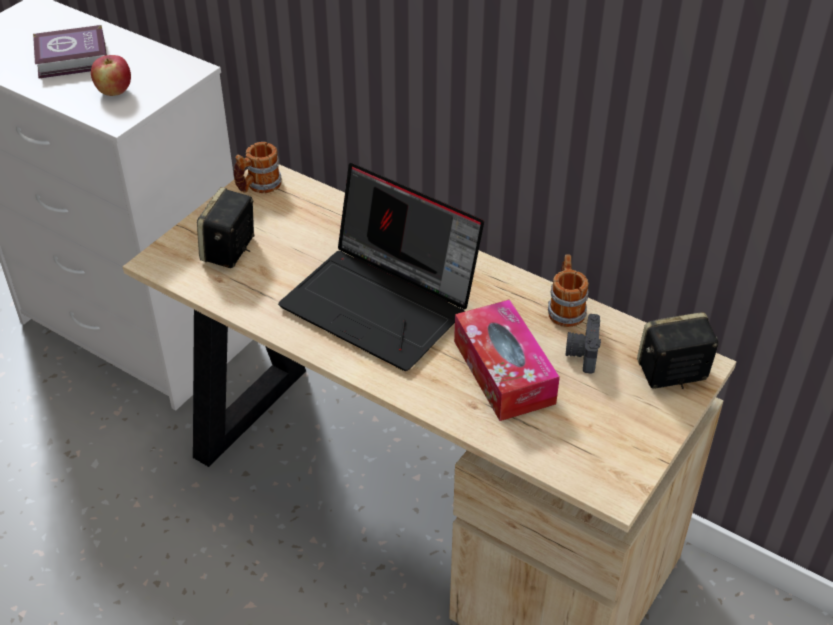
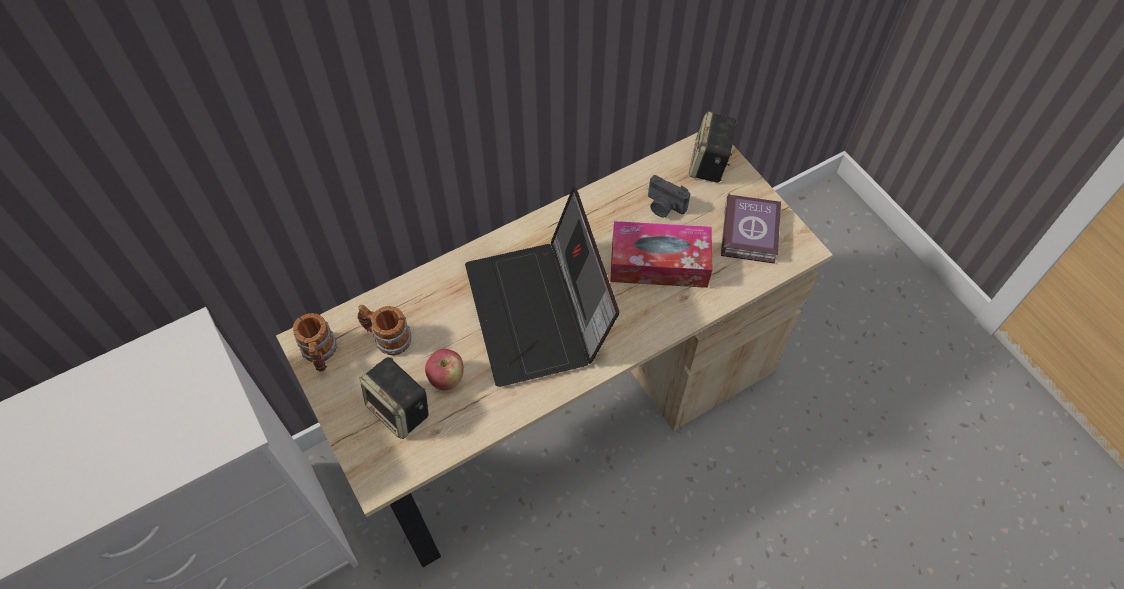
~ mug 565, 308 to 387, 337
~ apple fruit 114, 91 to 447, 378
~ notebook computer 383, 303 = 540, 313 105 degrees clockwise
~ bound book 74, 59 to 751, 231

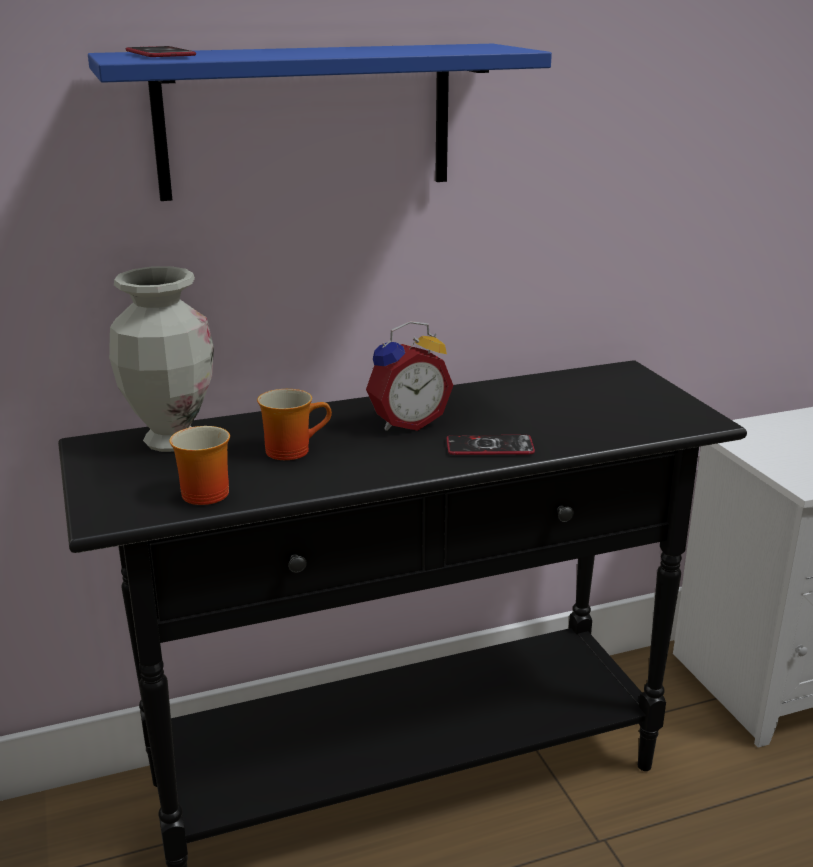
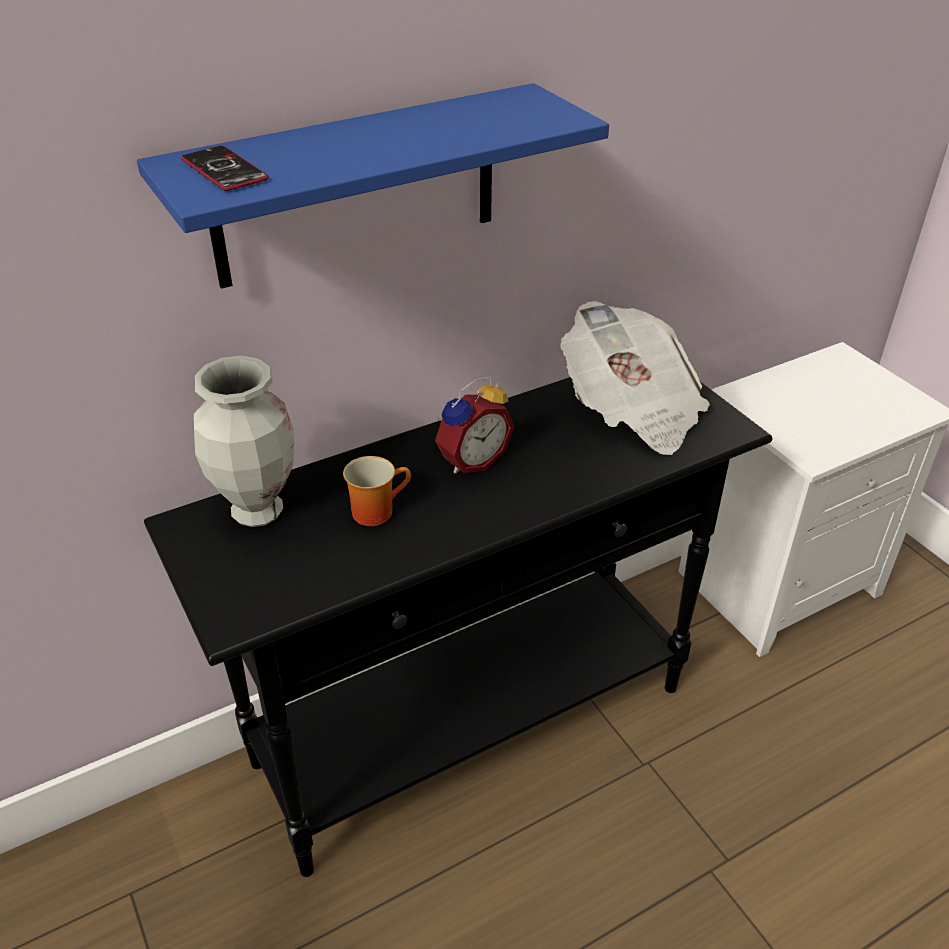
+ newspaper 632, 410
- mug 203, 491
- telephone 489, 447

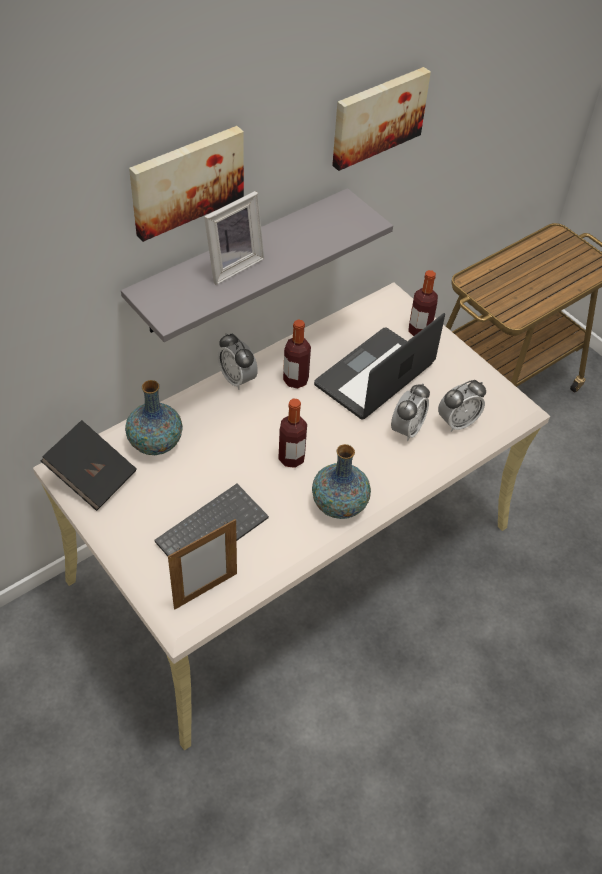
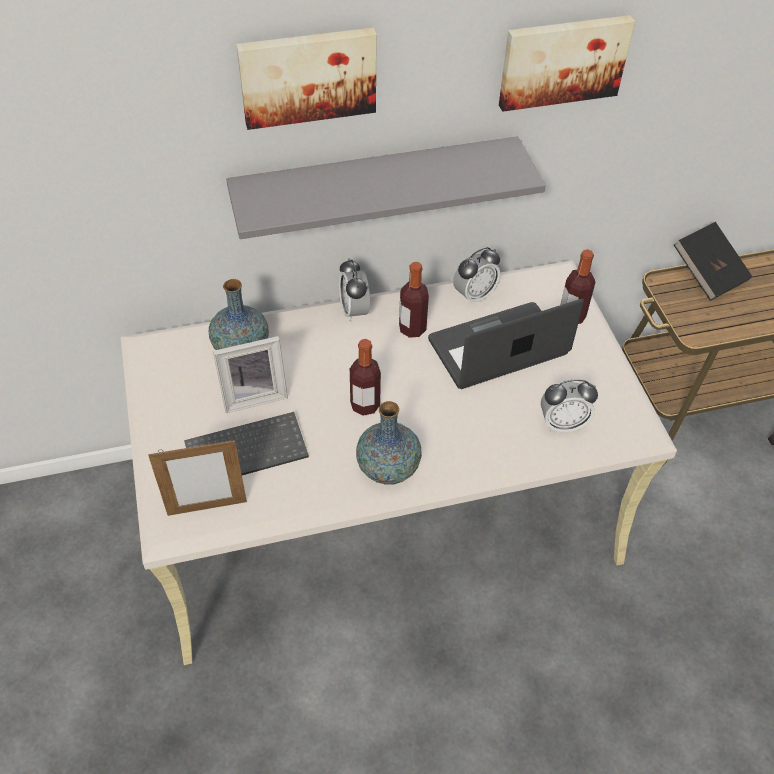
~ photo frame 232, 265 to 254, 395
~ alarm clock 407, 429 to 474, 295
~ bound book/black-coloured 92, 476 to 708, 274

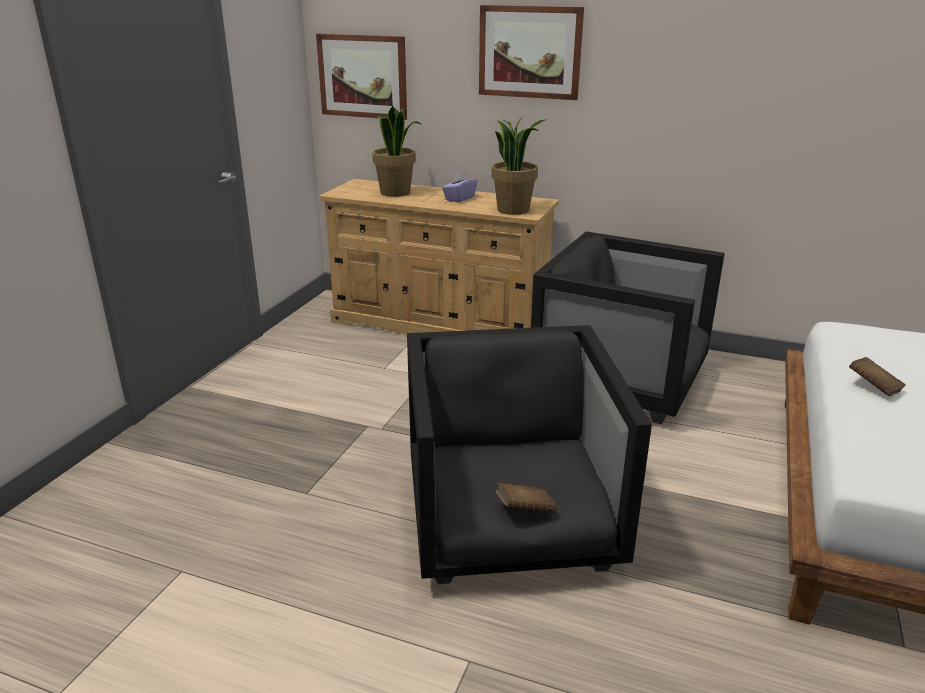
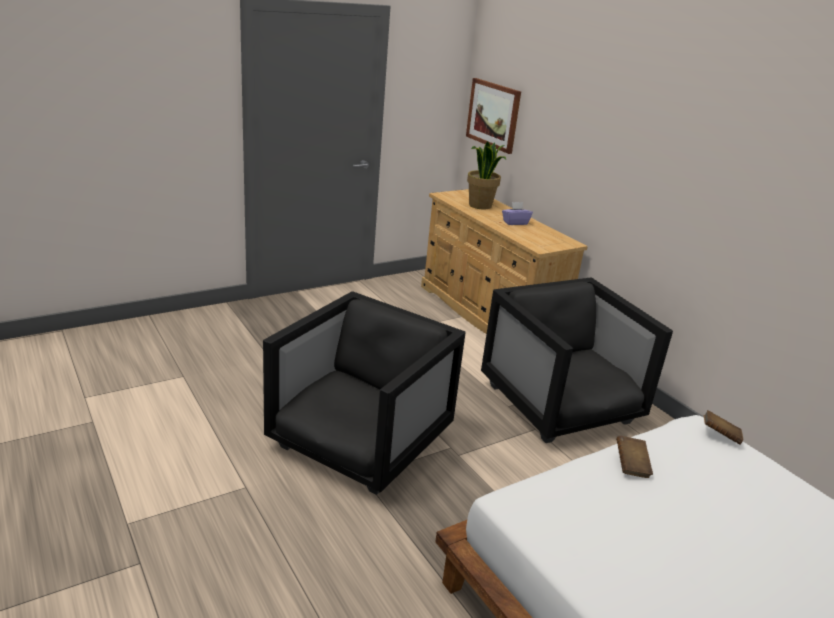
~ bound book/brown 524, 509 to 720, 435
- wall art 530, 52
- plant in a pot 513, 210

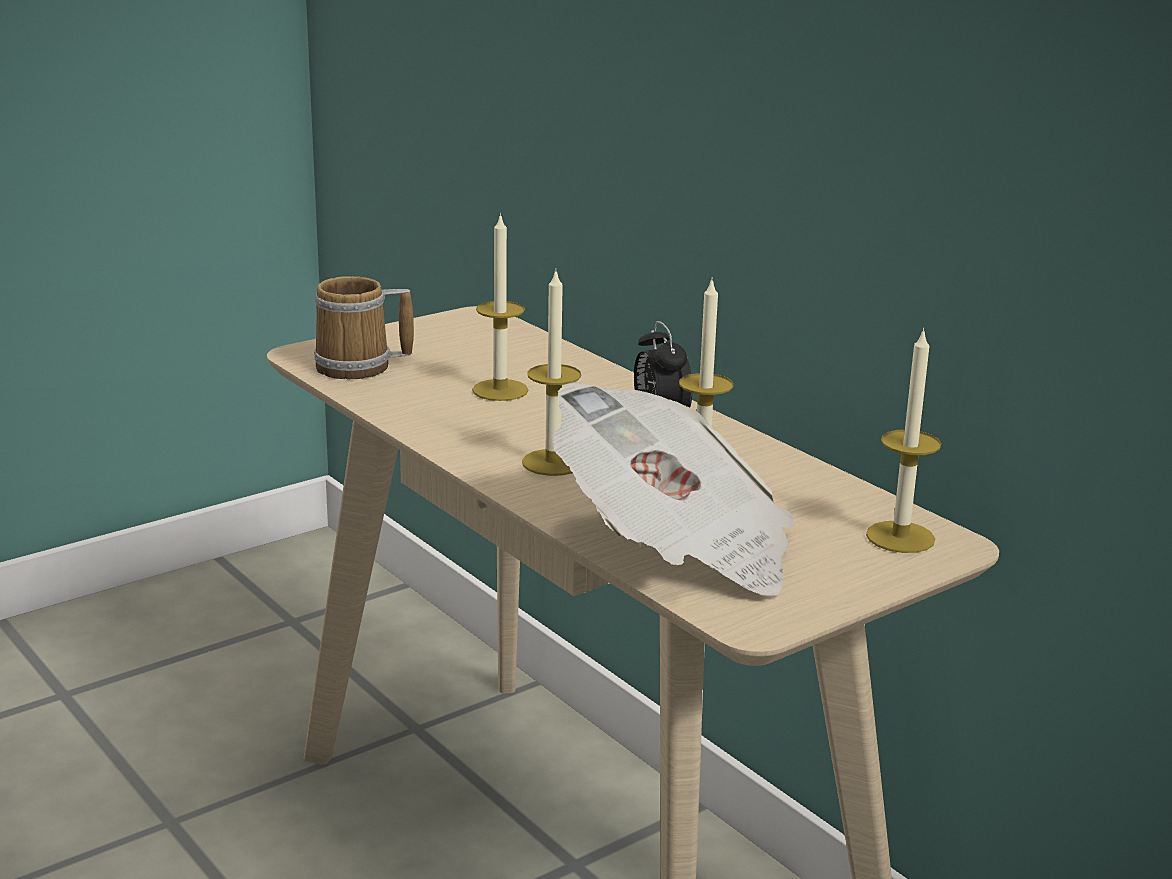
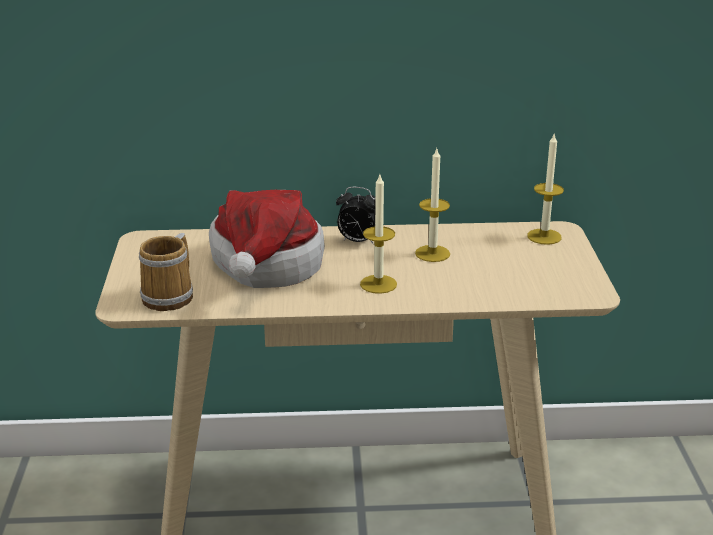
~ wax light 500, 390 to wearable hat 264, 267
- newspaper 676, 548

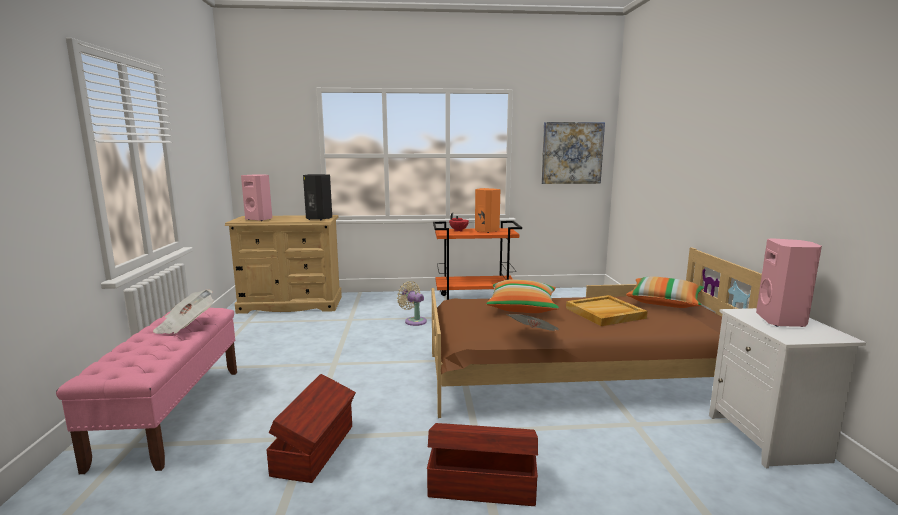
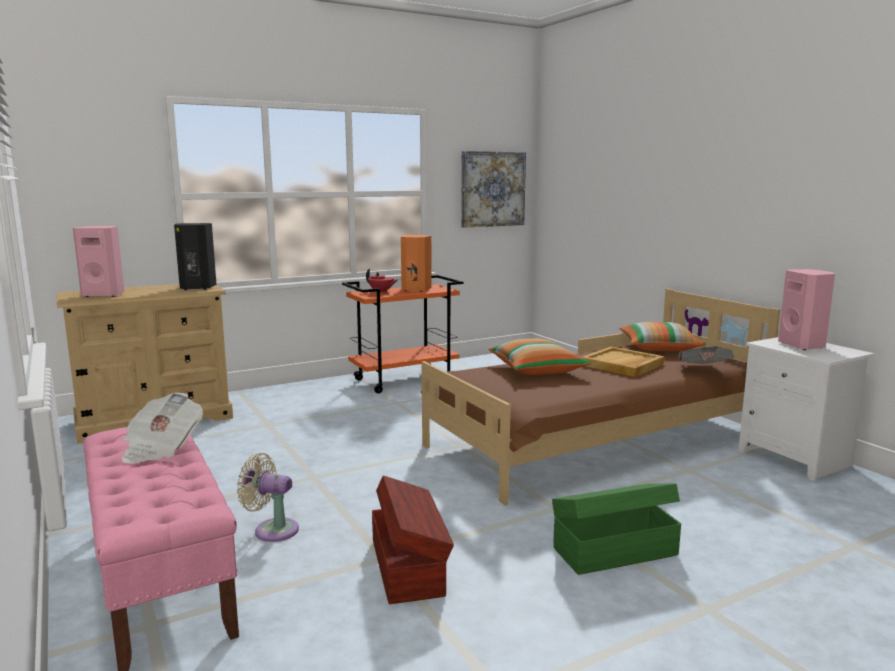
~ cooling fan/sand-coloured 414, 321 to 272, 529
~ storage container/brown 481, 483 to storage container/green-coloured 613, 550
~ newspaper 534, 337 to 703, 370

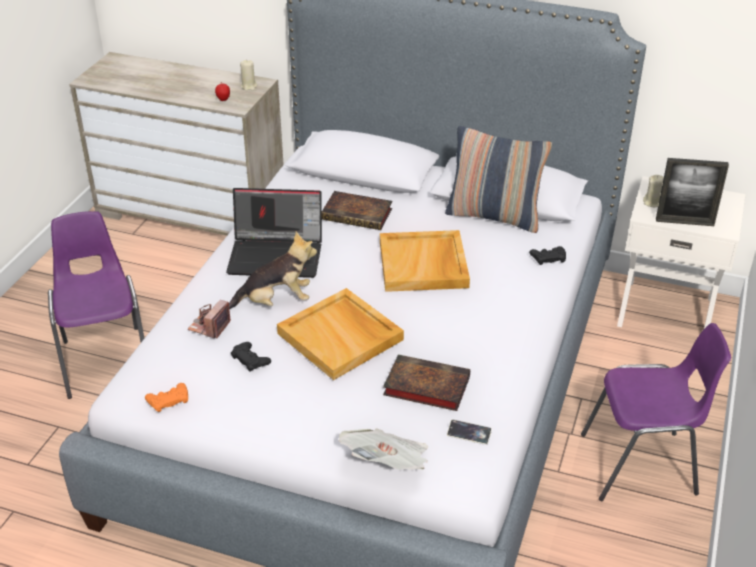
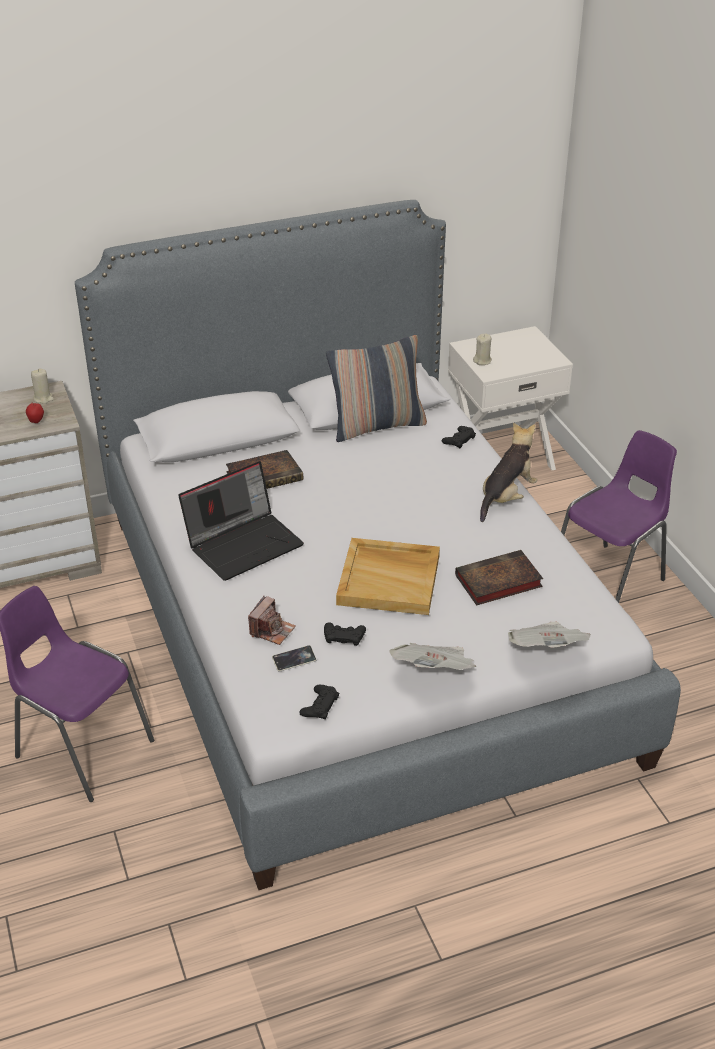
~ still camera 210, 326 = 272, 630 135 degrees counterclockwise
~ telephone 469, 434 to 294, 660
~ gamepad/orangey 168, 400 to gamepad/black-coloured 320, 706
+ newspaper 434, 673
~ plush toy 276, 301 to 506, 497
- serving tray/sand-coloured 424, 265
- photo frame 684, 222

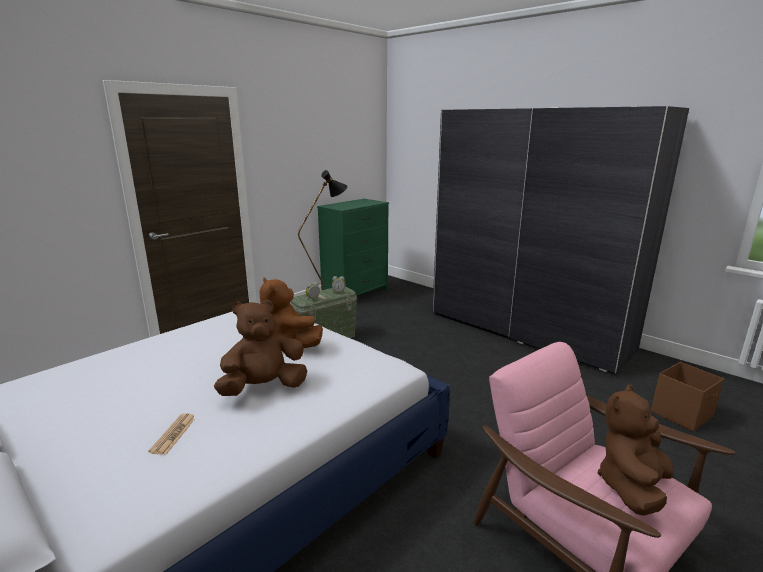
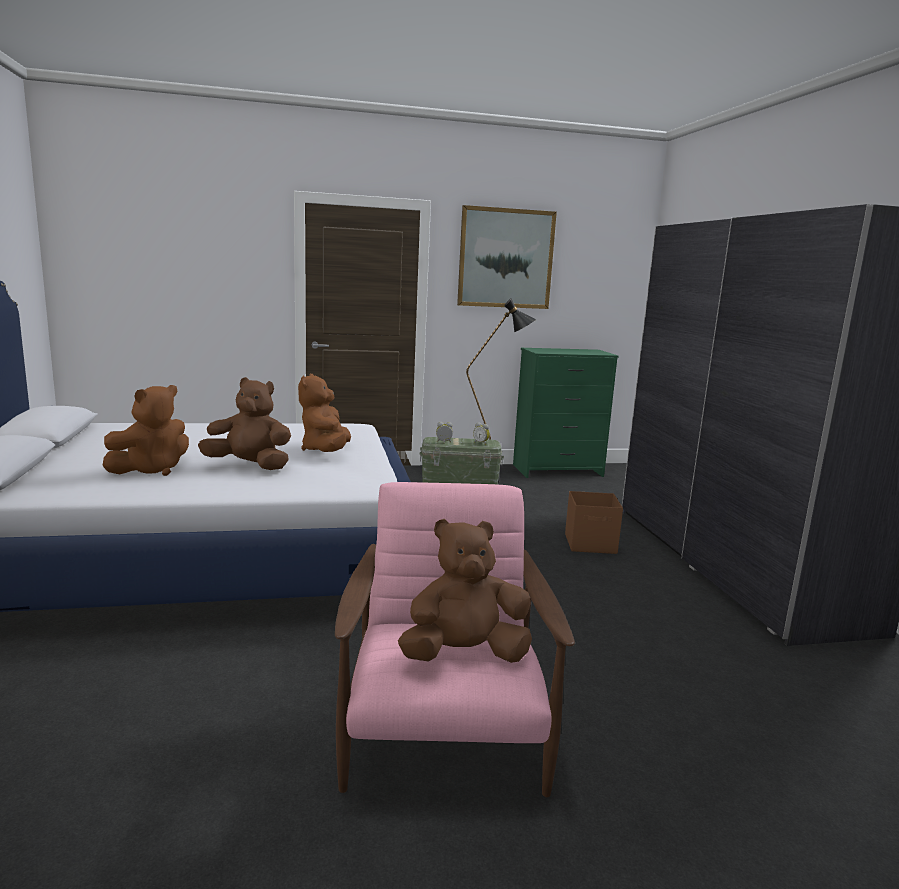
~ newspaper 174, 434 to plush toy/brown 151, 470
+ wall art 506, 258
~ storage container/brown 682, 414 to 591, 544

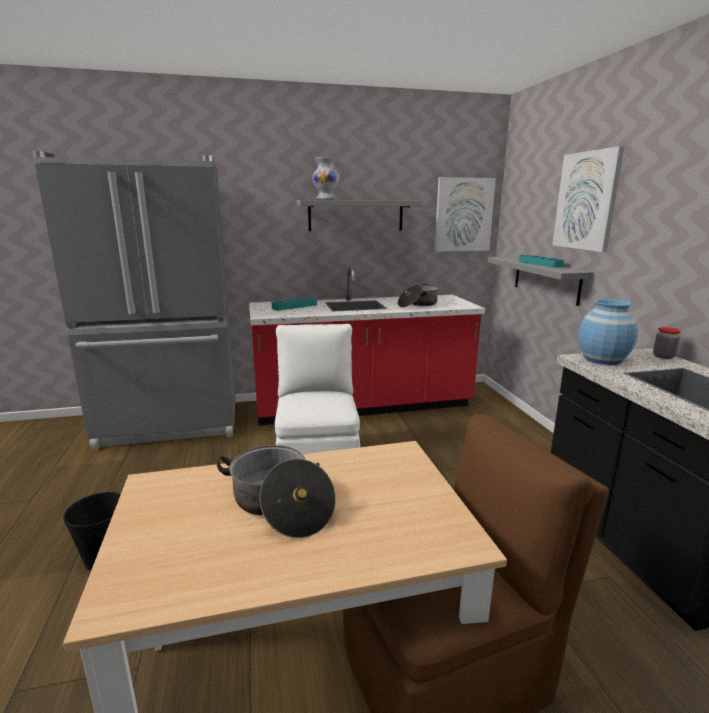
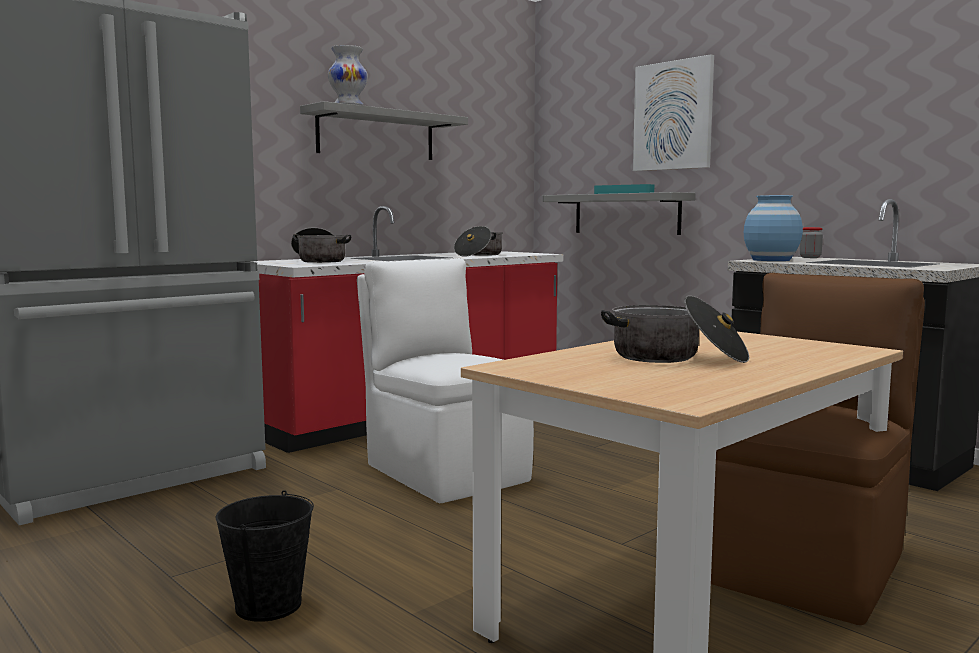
~ serving tray/turquoise-coloured 294, 306 to cooking pot 319, 260
- wall art 463, 215

